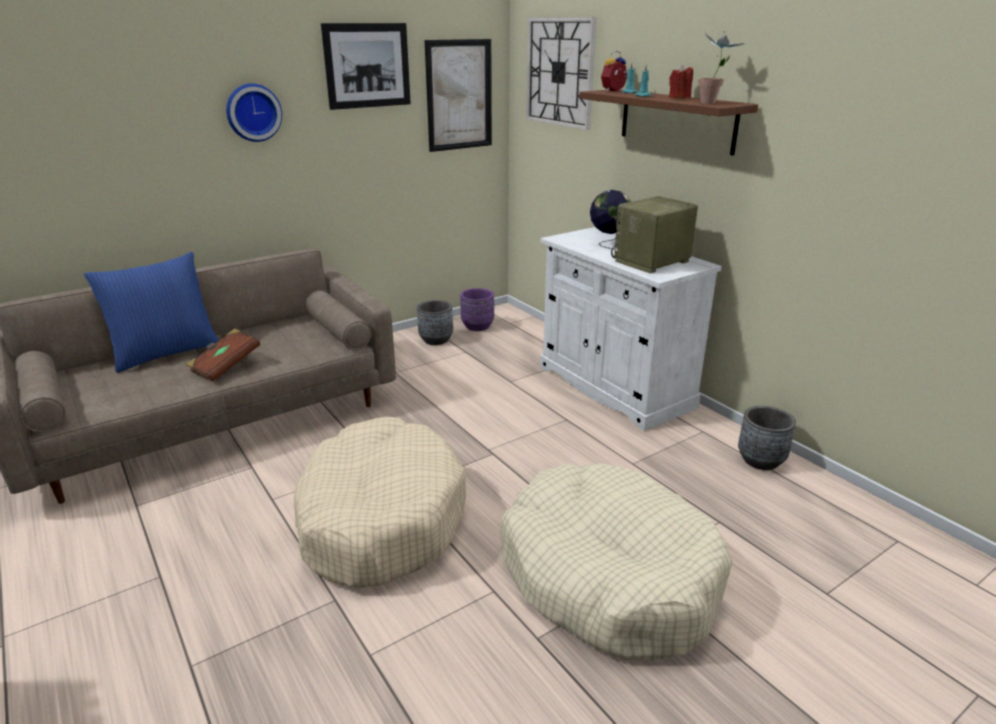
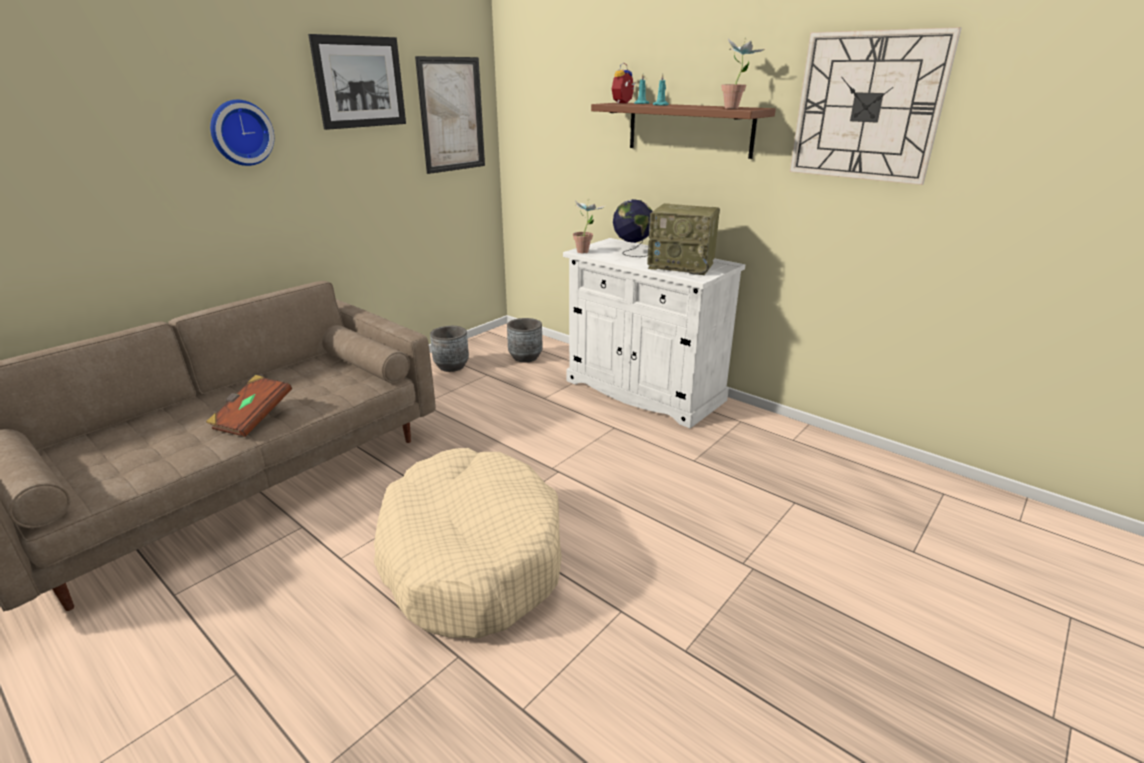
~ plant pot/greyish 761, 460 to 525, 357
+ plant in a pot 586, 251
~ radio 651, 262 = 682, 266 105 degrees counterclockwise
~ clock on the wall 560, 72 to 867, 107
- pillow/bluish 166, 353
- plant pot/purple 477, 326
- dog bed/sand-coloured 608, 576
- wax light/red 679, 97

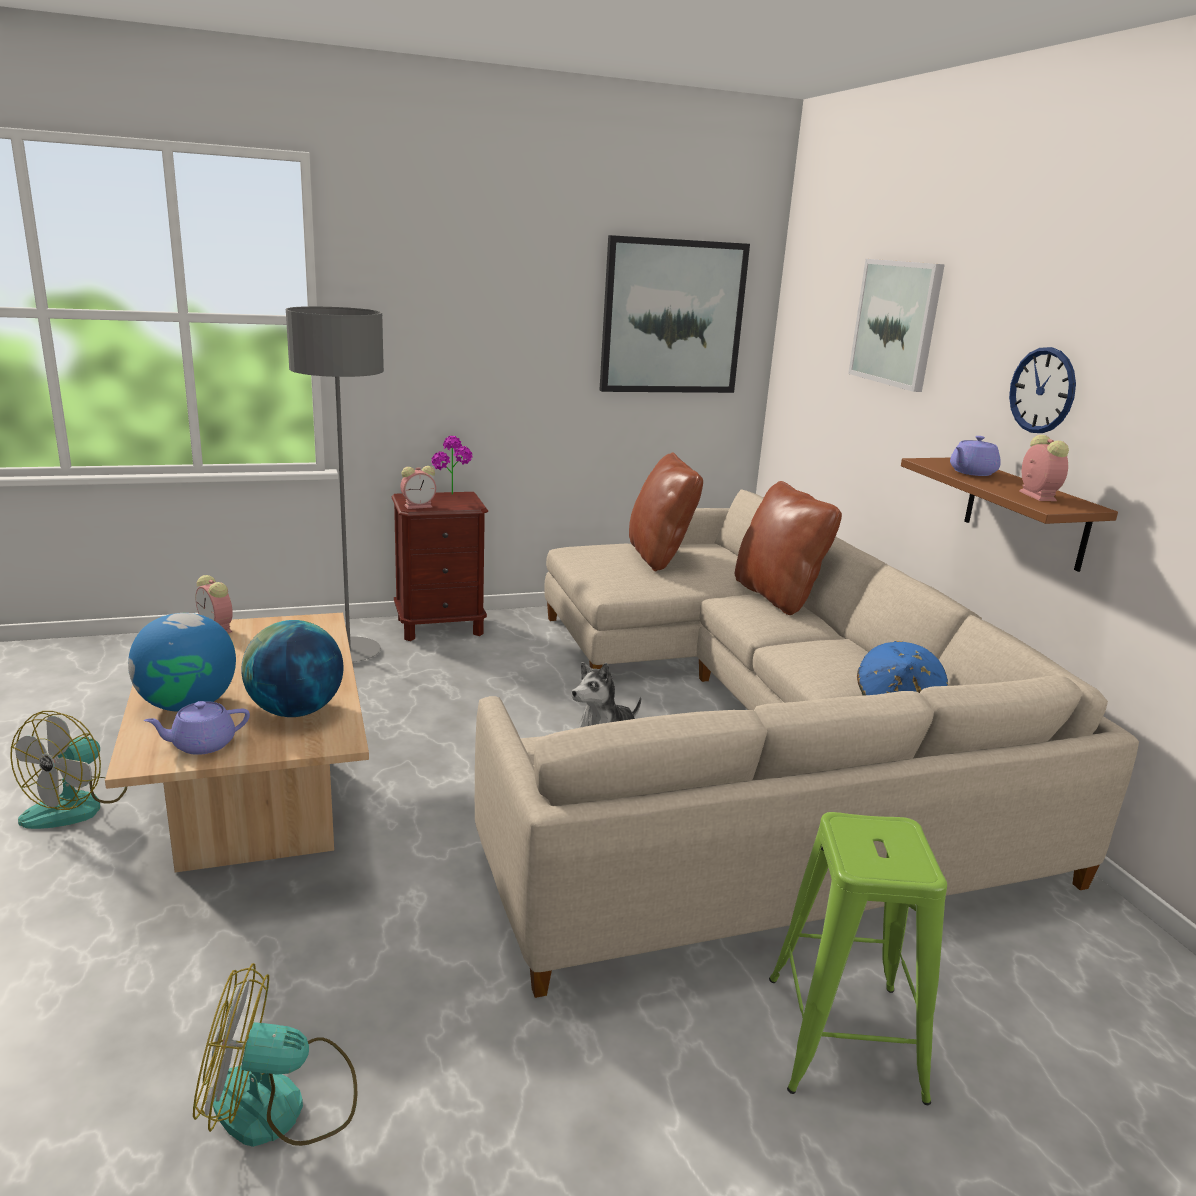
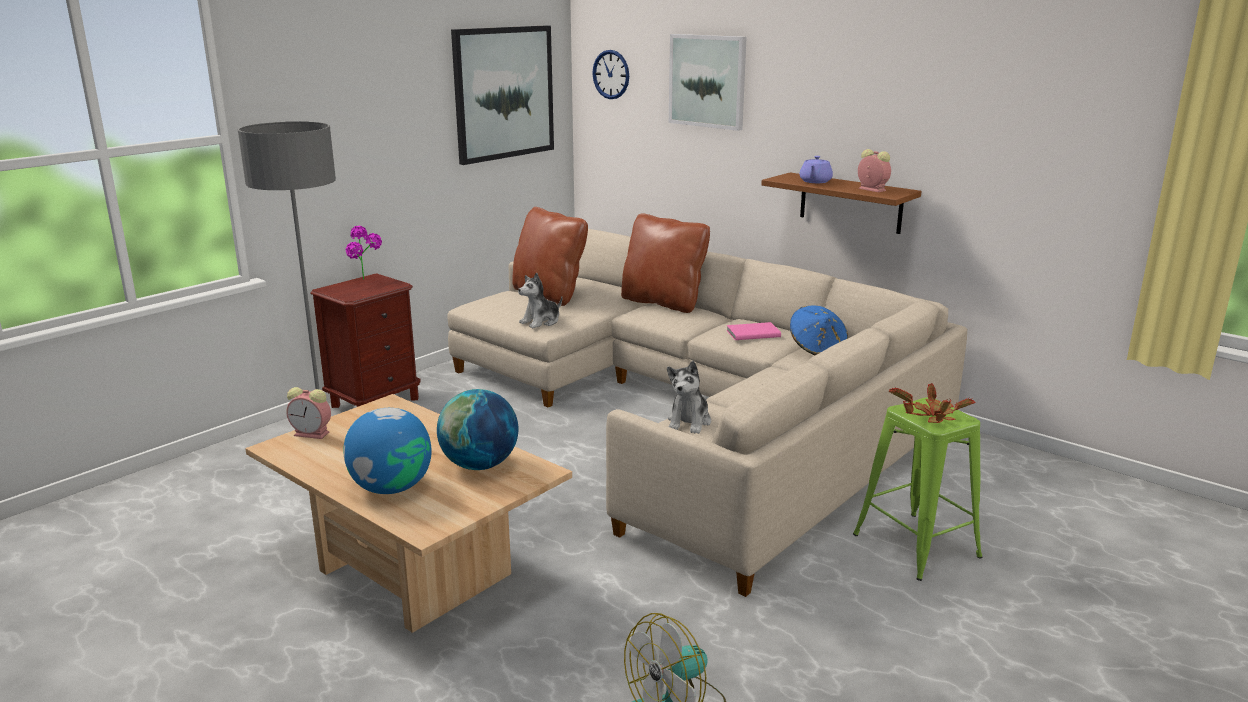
+ plush toy 541, 322
~ clock on the wall 1042, 390 to 611, 74
+ bound book/pink 752, 333
+ plant in a pot 930, 417
- cooling fan 76, 805
- teapot/purple 202, 744
- alarm clock 419, 506

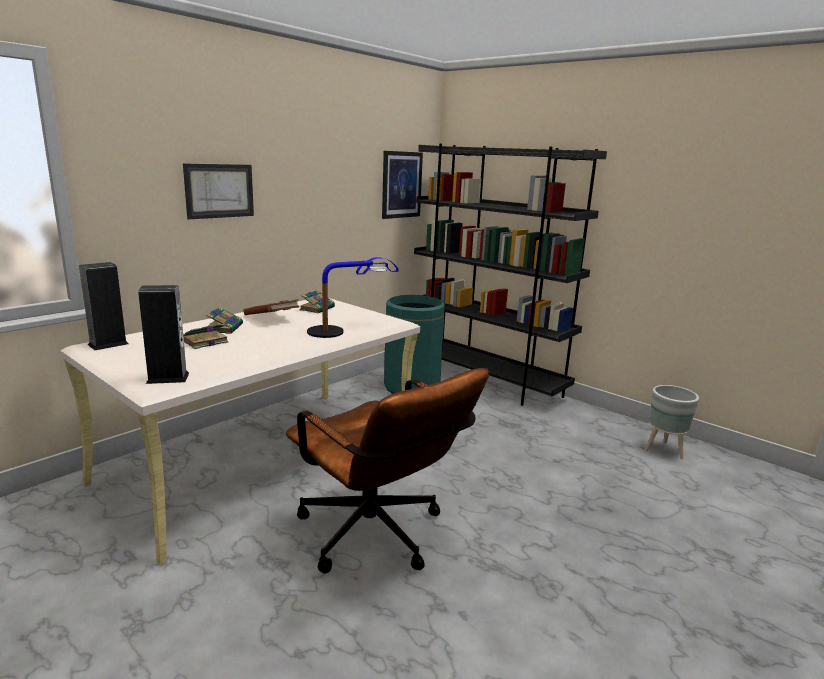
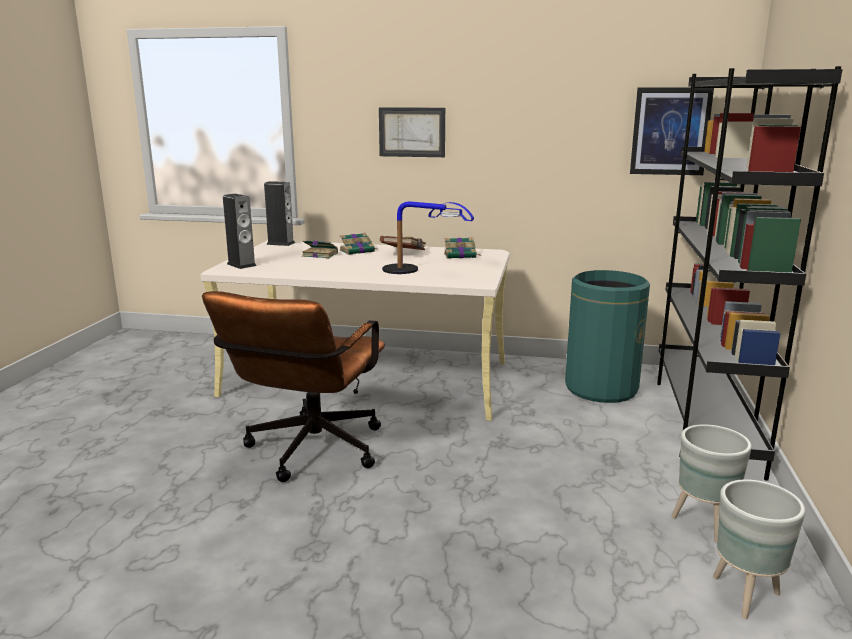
+ plant pot/greyish 702, 524

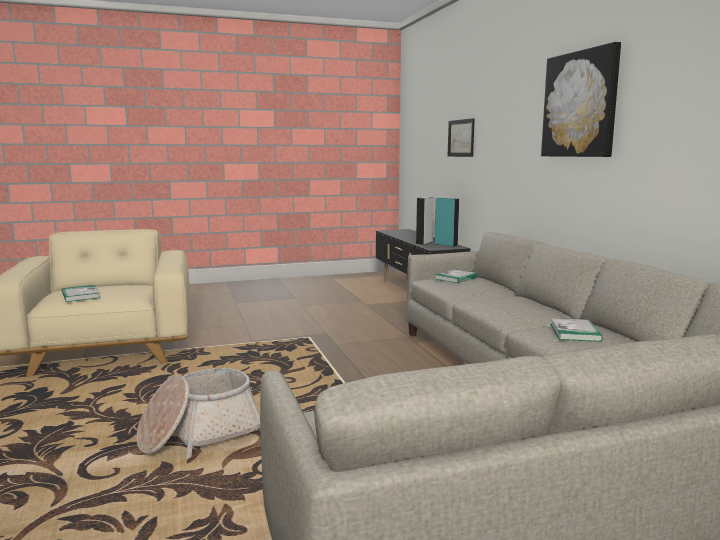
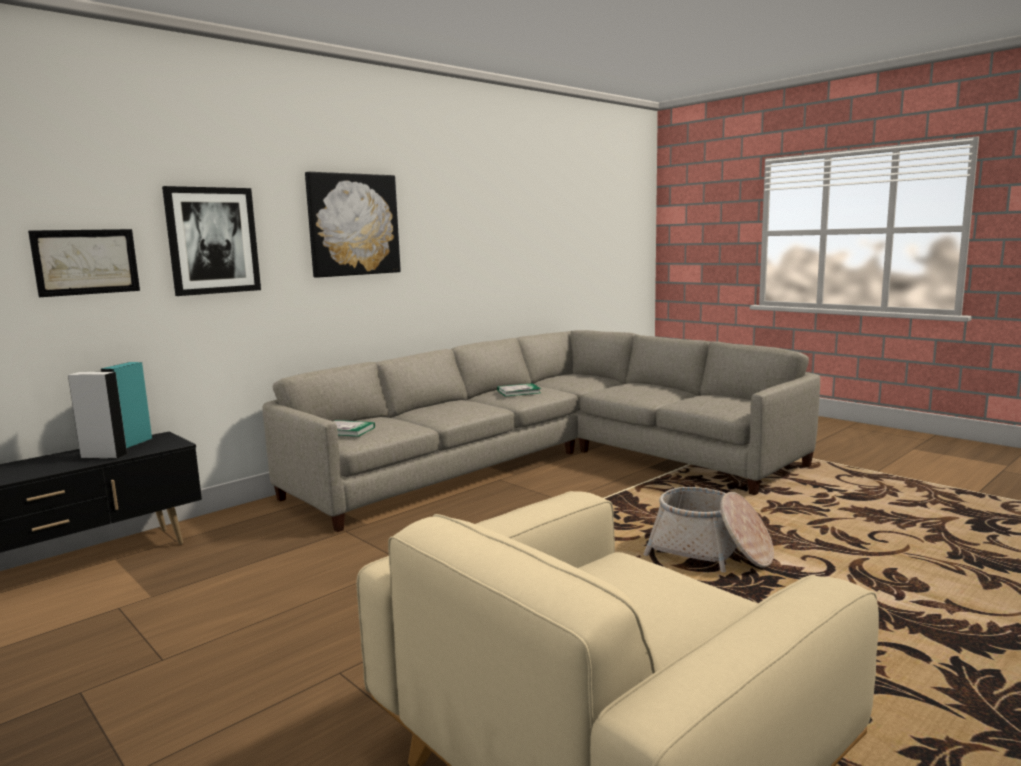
+ wall art 212, 240
- bound book 80, 295

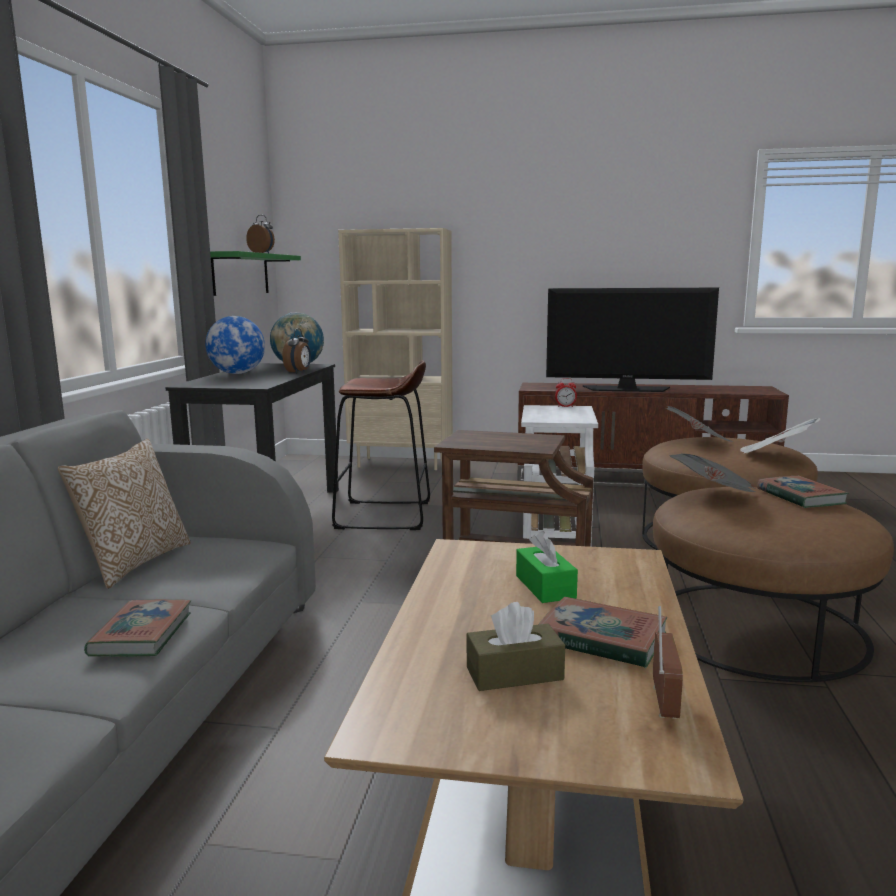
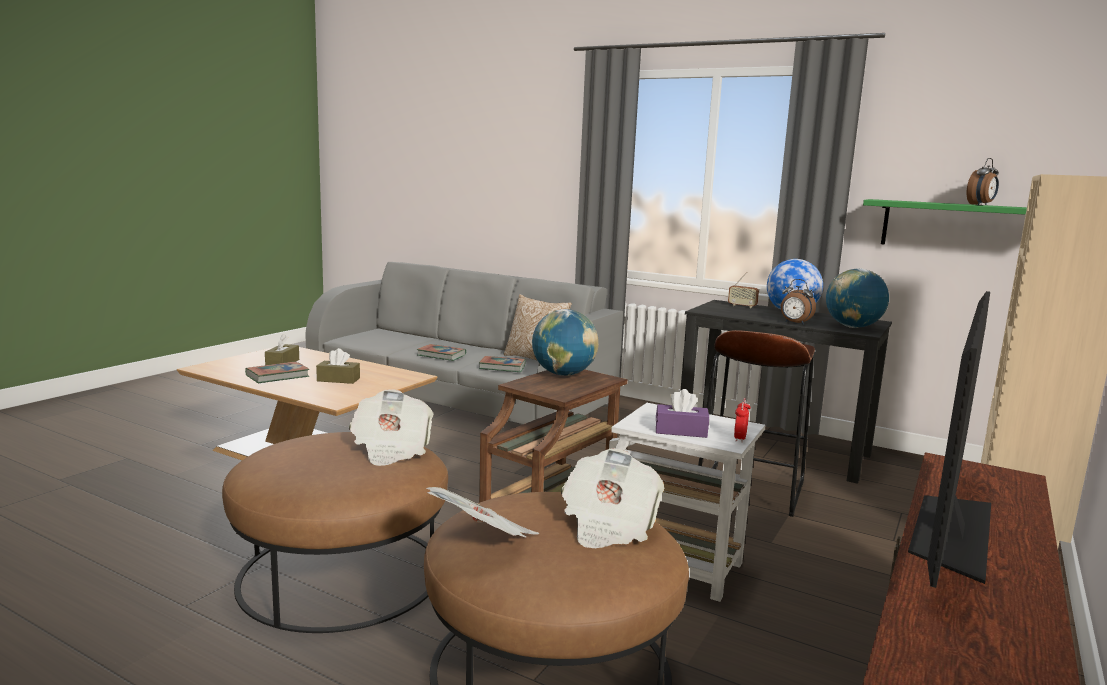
~ tissue box/green-coloured 545, 587 to tissue box/brown 338, 379
~ bound book 800, 497 to 502, 367
+ desk globe 563, 374
+ tissue box/purple 681, 431
~ radio 663, 702 to 742, 306

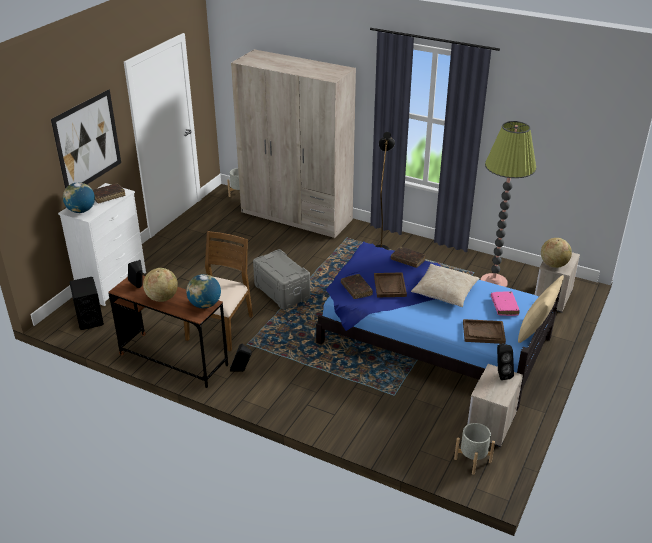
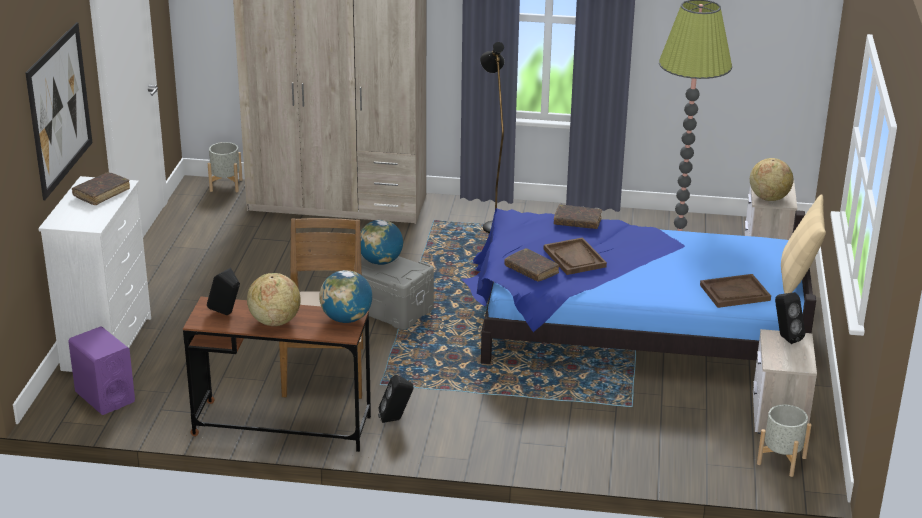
~ speaker/black-coloured 89, 318 to speaker/purple 104, 397
~ desk globe 81, 211 to 380, 262
- pillow/sand-coloured 445, 291
- bound book/pink 504, 306

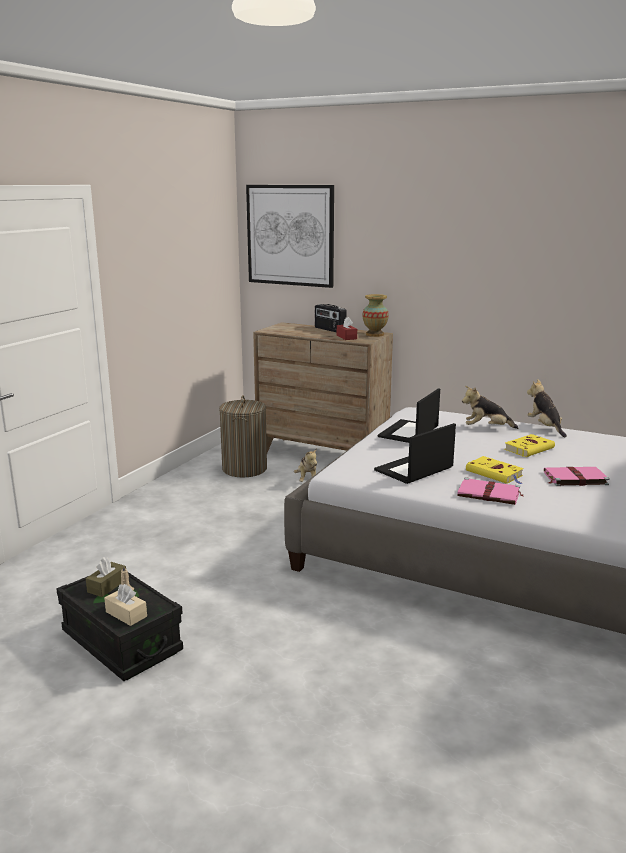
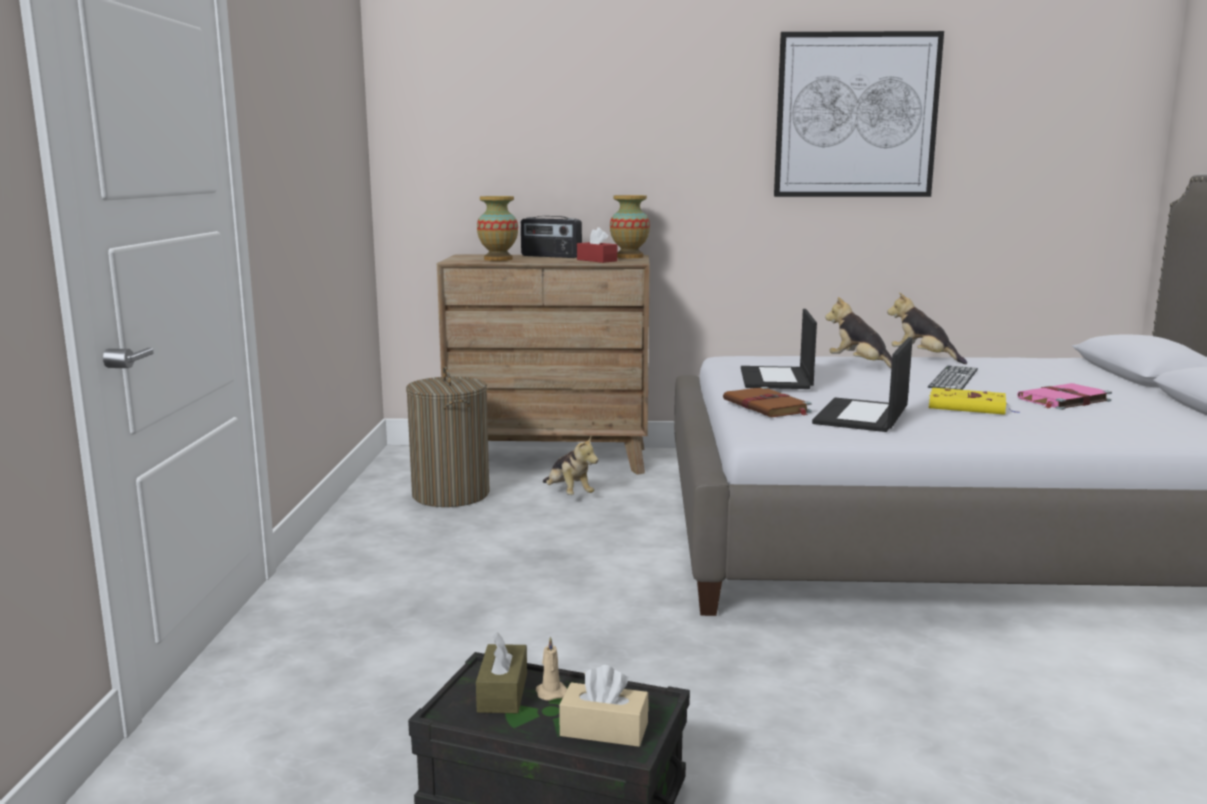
+ vase 498, 259
+ bound book/brown 767, 406
~ wall art 290, 235 to 856, 116
~ plush toy 486, 428 = 861, 365 75 degrees clockwise
~ bound book/yellowish 529, 448 to PC keyboard 953, 378
- bound book/pink 490, 494

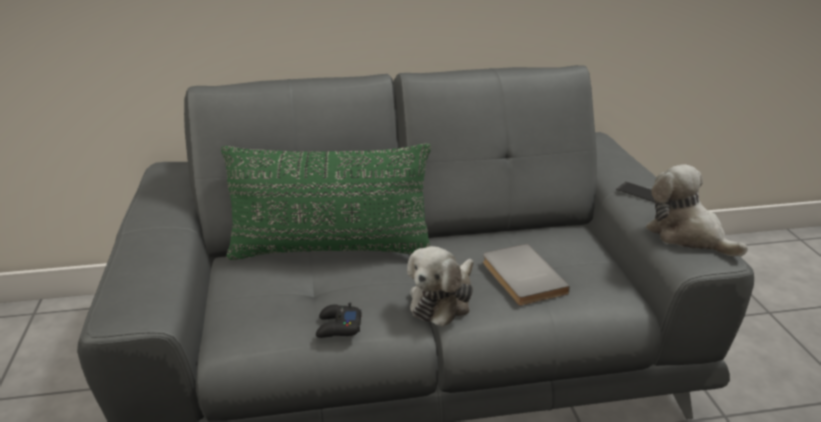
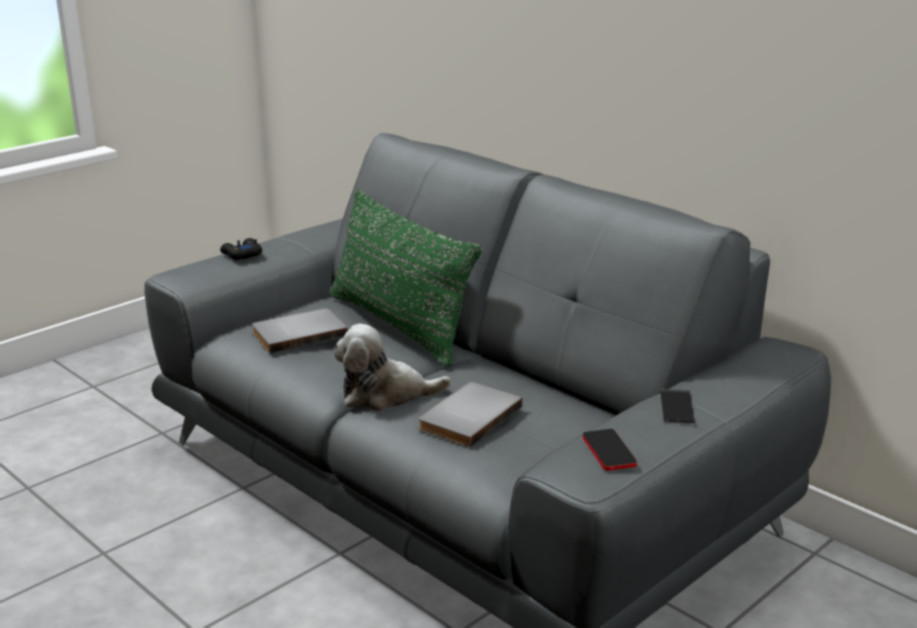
~ gamepad/black-coloured 338, 327 to 241, 254
+ bound book/greyish 298, 333
~ plush toy 687, 235 to telephone 608, 451

